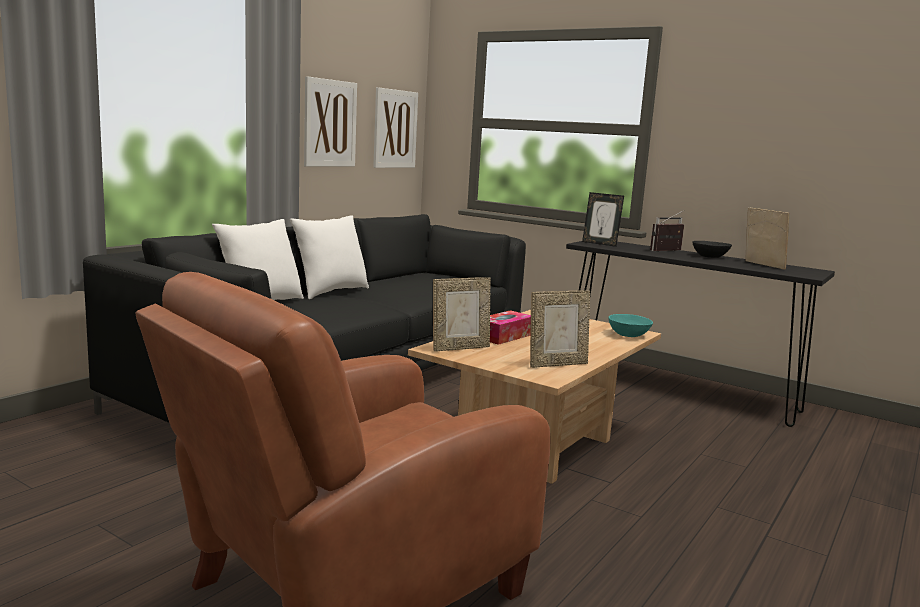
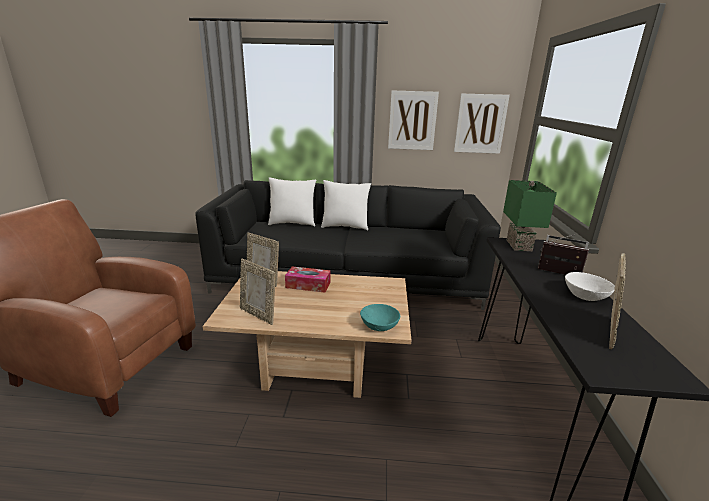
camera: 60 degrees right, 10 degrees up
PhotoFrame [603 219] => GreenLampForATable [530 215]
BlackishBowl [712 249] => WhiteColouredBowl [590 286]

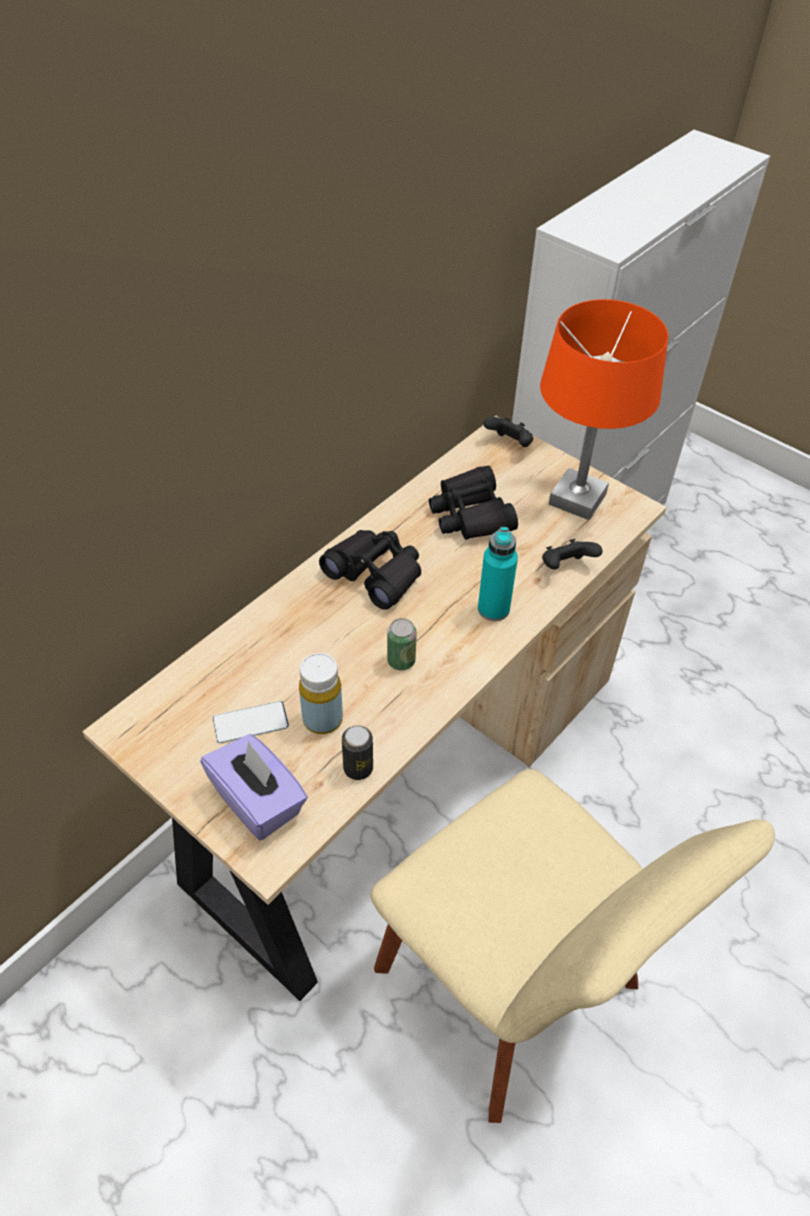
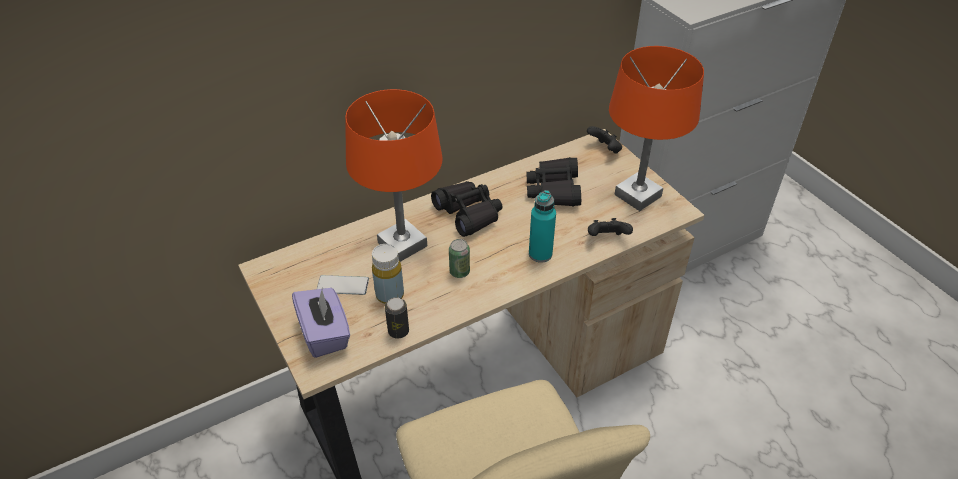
camera: 20 degrees right, 5 degrees down
nothing => OrangeColouredLampForATable [393 175]

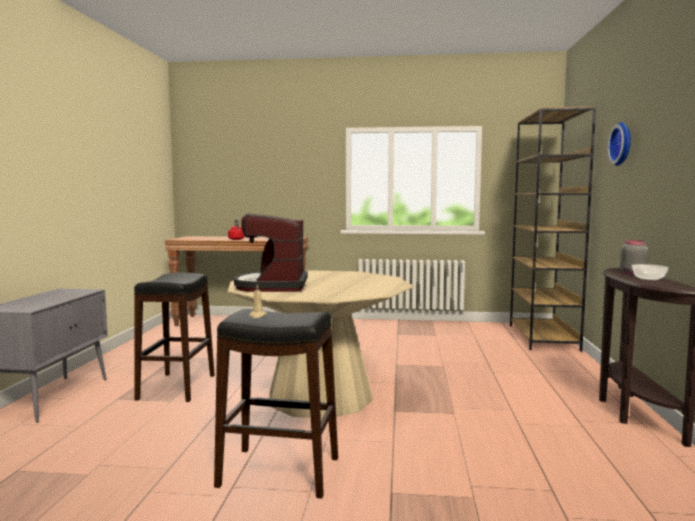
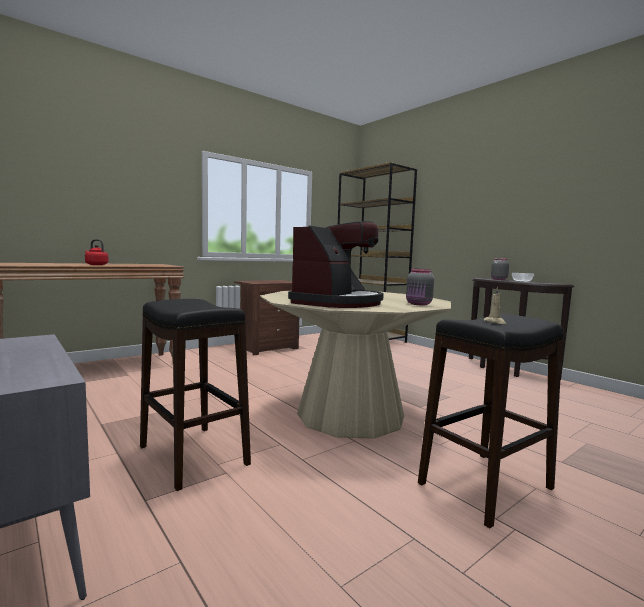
camera: 45 degrees left, 0 degrees up
WallClock [619 144] => nothing
CoffeeMaker [271 253] => CoffeeMaker [336 264], 105 degrees counterclockwise
nothing => GreyishJar [420 287]
nothing => BrownColouredNightTable [266 318]

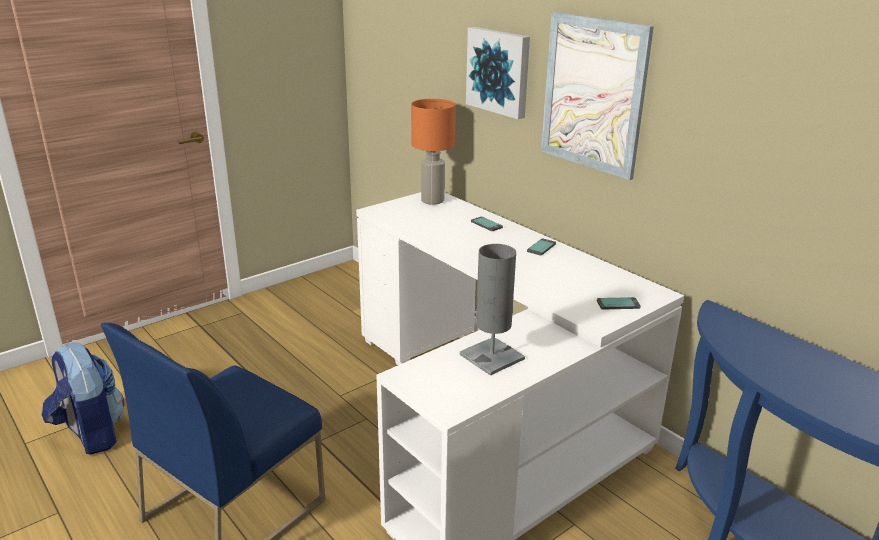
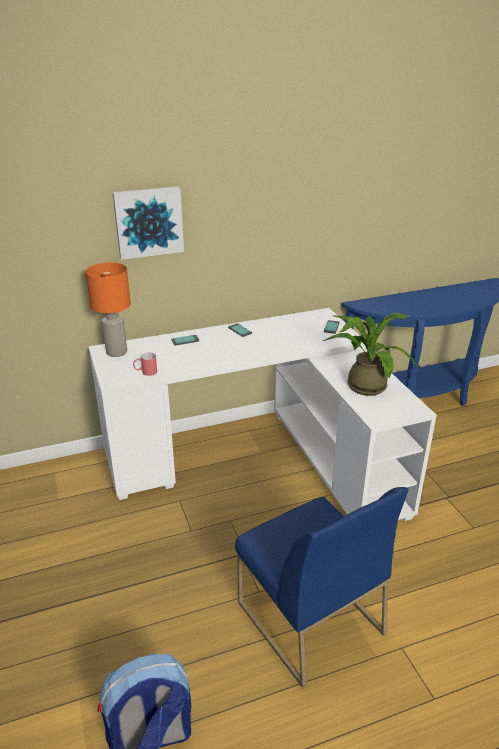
camera: 70 degrees left, 5 degrees up
Picture [597 96] => nothing
GreyishLampForATable [492 310] => PlantInAPot [370 354]
nothing => RedColouredMug [145 364]

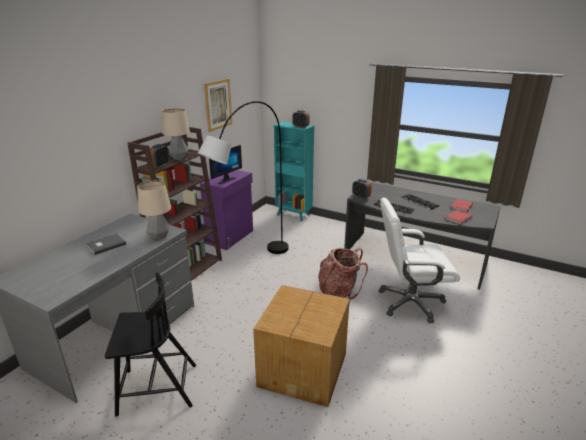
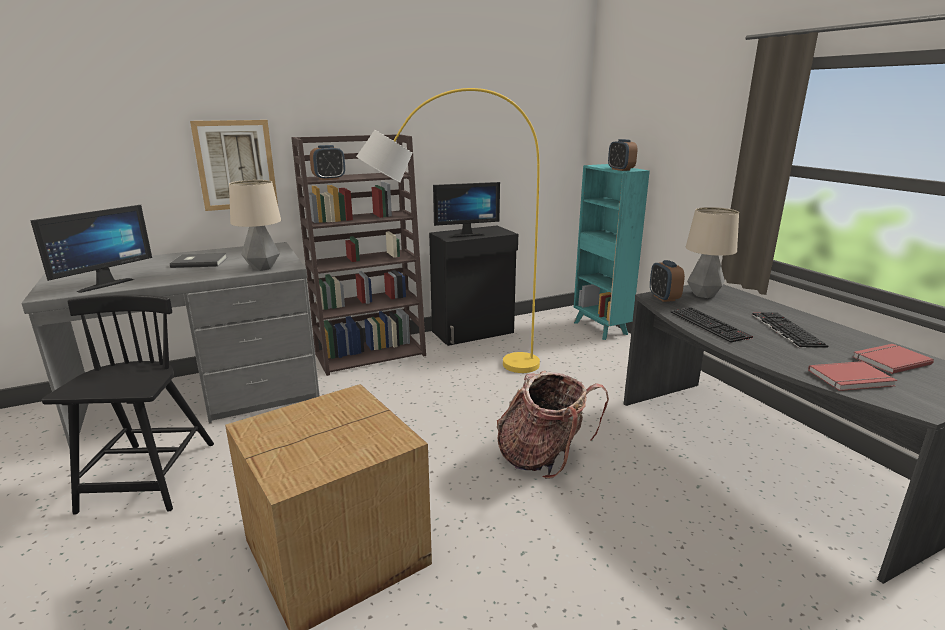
camera: 35 degrees right, 5 degrees down
Picture [218 105] => Picture [234 165], relocated
GreyishStandardLamp [243 177] => YellowColouredStandardLamp [448 230]
LampForATable [176 134] => LampForATable [712 252], relocated
PurpleColouredStorageCabinet [226 210] => BlackishStorageCabinet [473 286]
WhiteColouredDeskChair [419 260] => nothing
BlackishChair [150 344] => BlackishChair [128 405], 120 degrees counterclockwise
nothing => ComputerDisplay [91 249]

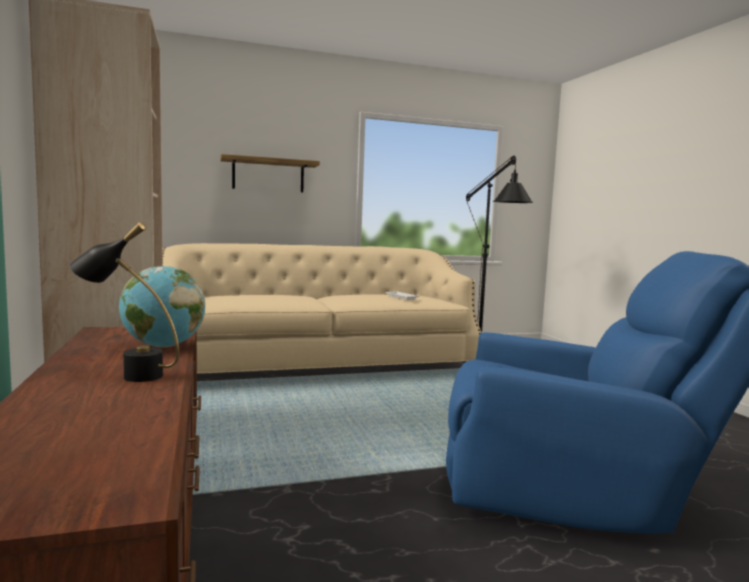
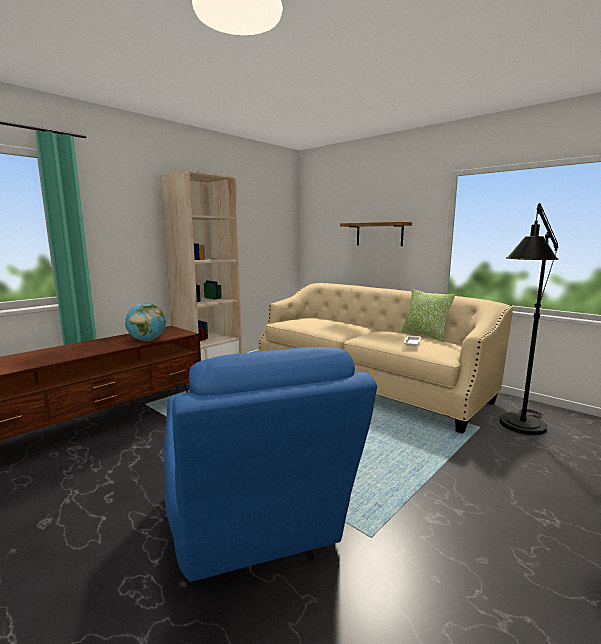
camera: 60 degrees right, 5 degrees up
BlackishLampForATable [124 302] => nothing
nothing => Cushion [428 315]

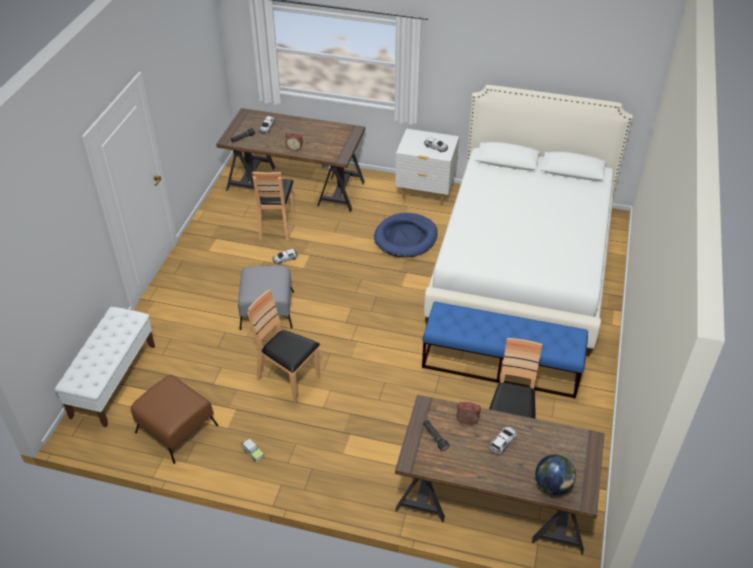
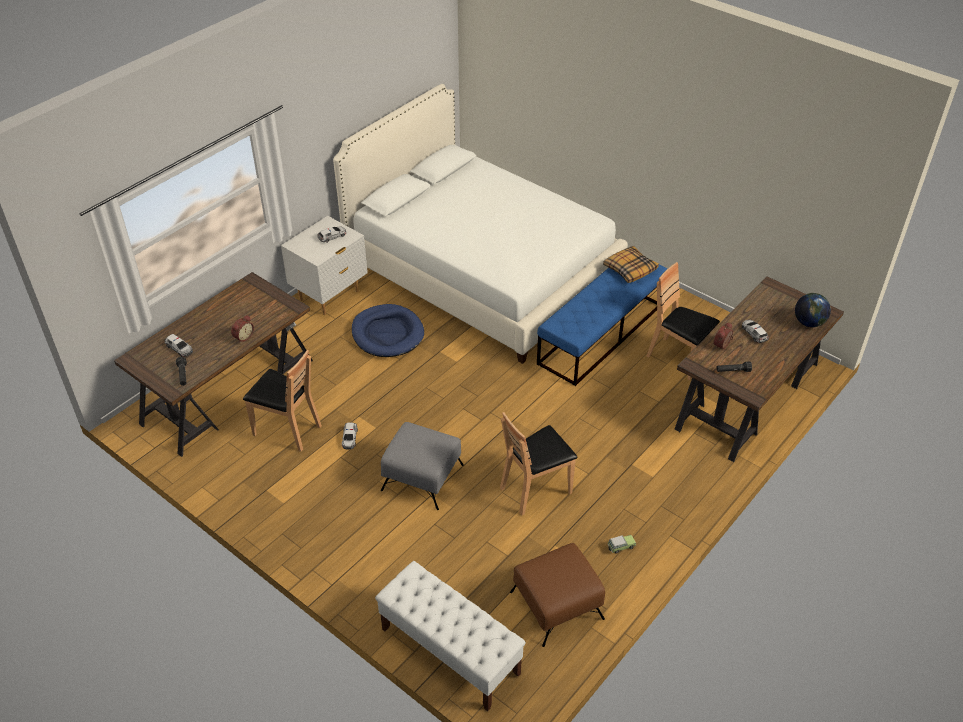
camera: 65 degrees left, 0 degrees up
nothing => Cushion [631 264]

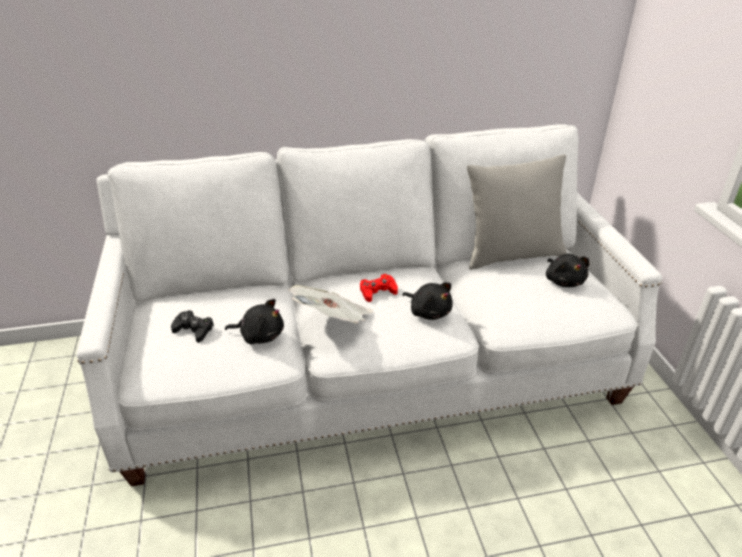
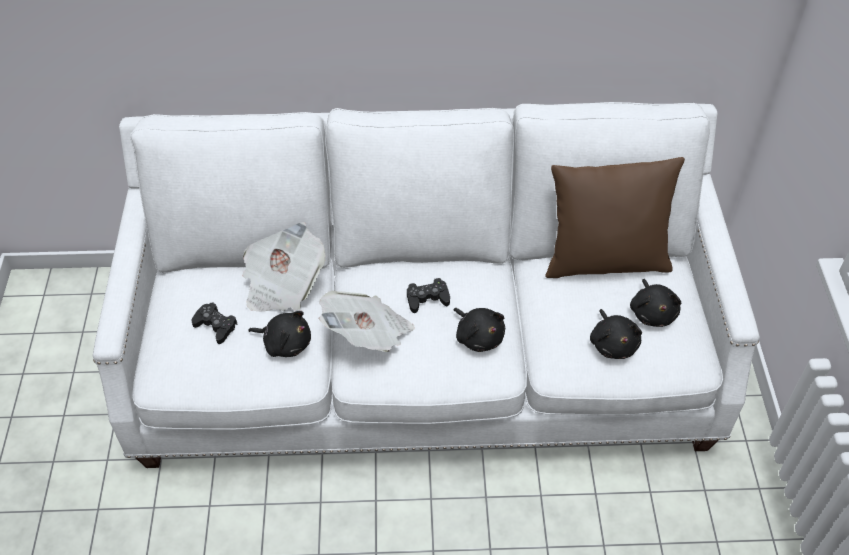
camera: 10 degrees right, 15 degrees up
GreyishCushion [517 212] => BrownColouredCushion [615 217]
RedColouredGamepad [379 288] => BlackishGamepad [428 295]
nothing => Newspaper [284 267]
nothing => BlackishSoftToy [616 334]

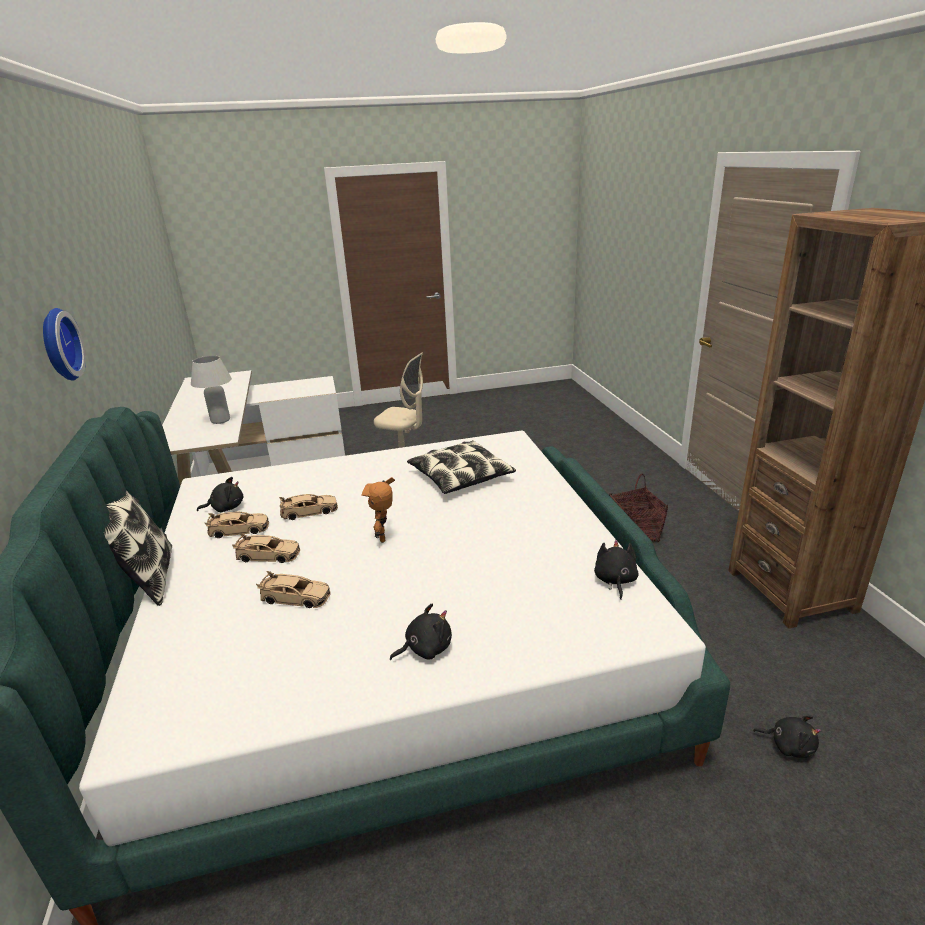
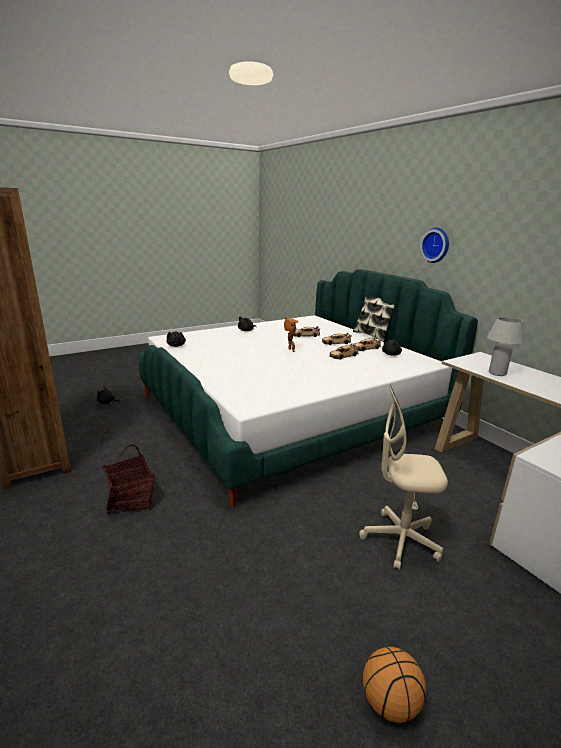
camera: 160 degrees right, 5 degrees down
Cushion [461 467] => nothing
nothing => BallForBasketball [394 685]

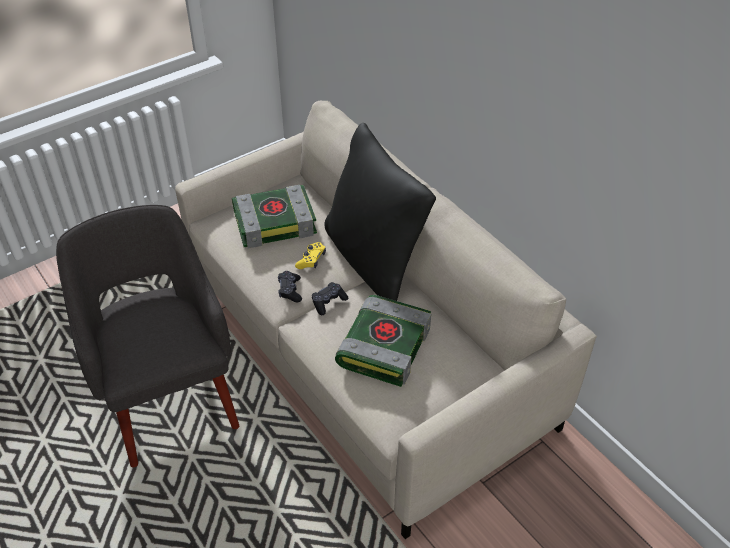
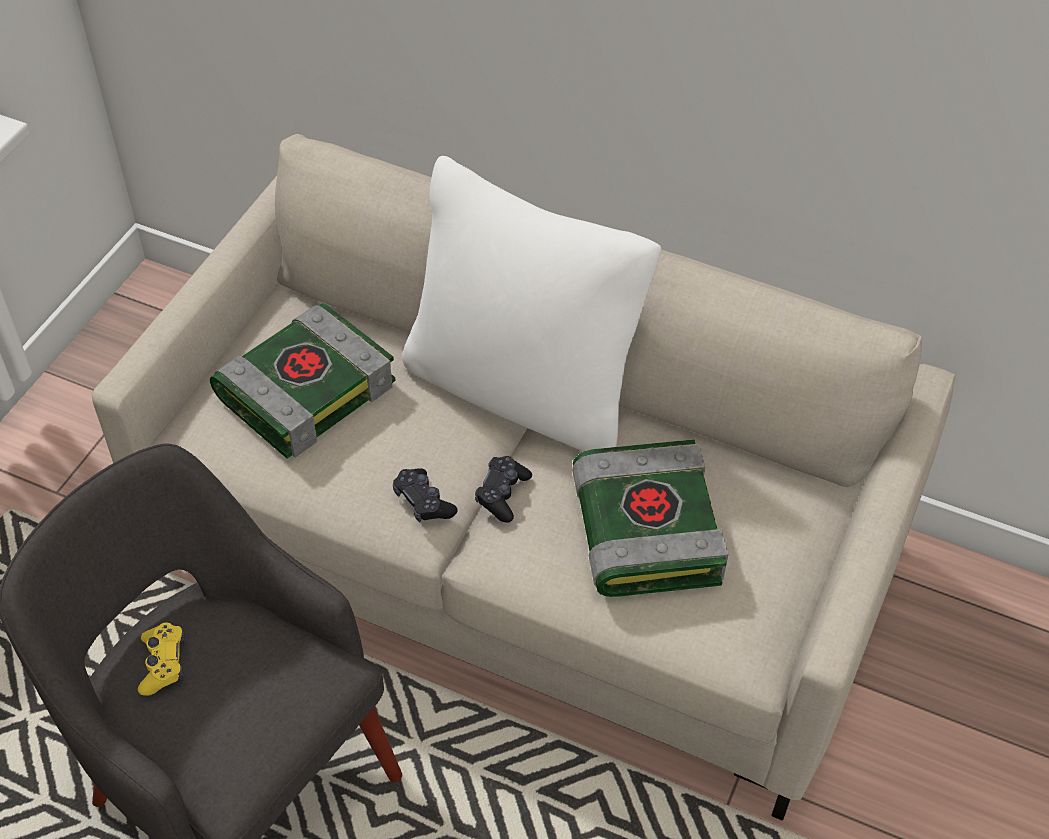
camera: 30 degrees left, 5 degrees up
BlackishCushion [380 212] => WhiteColouredCushion [531 303]
YellowColouredGamepad [310 255] => YellowColouredGamepad [161 659], relocated

